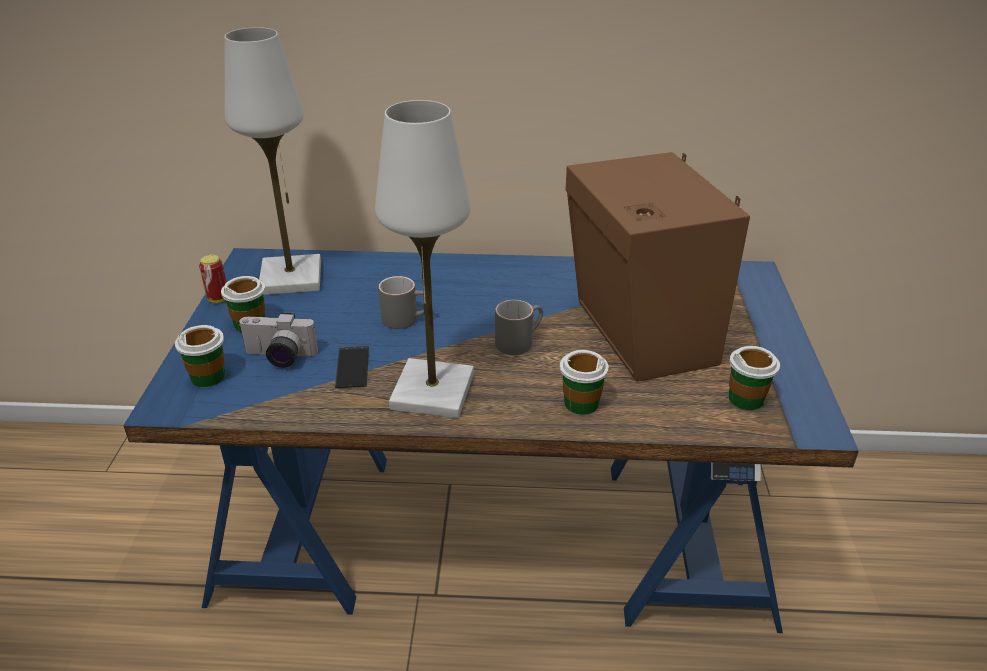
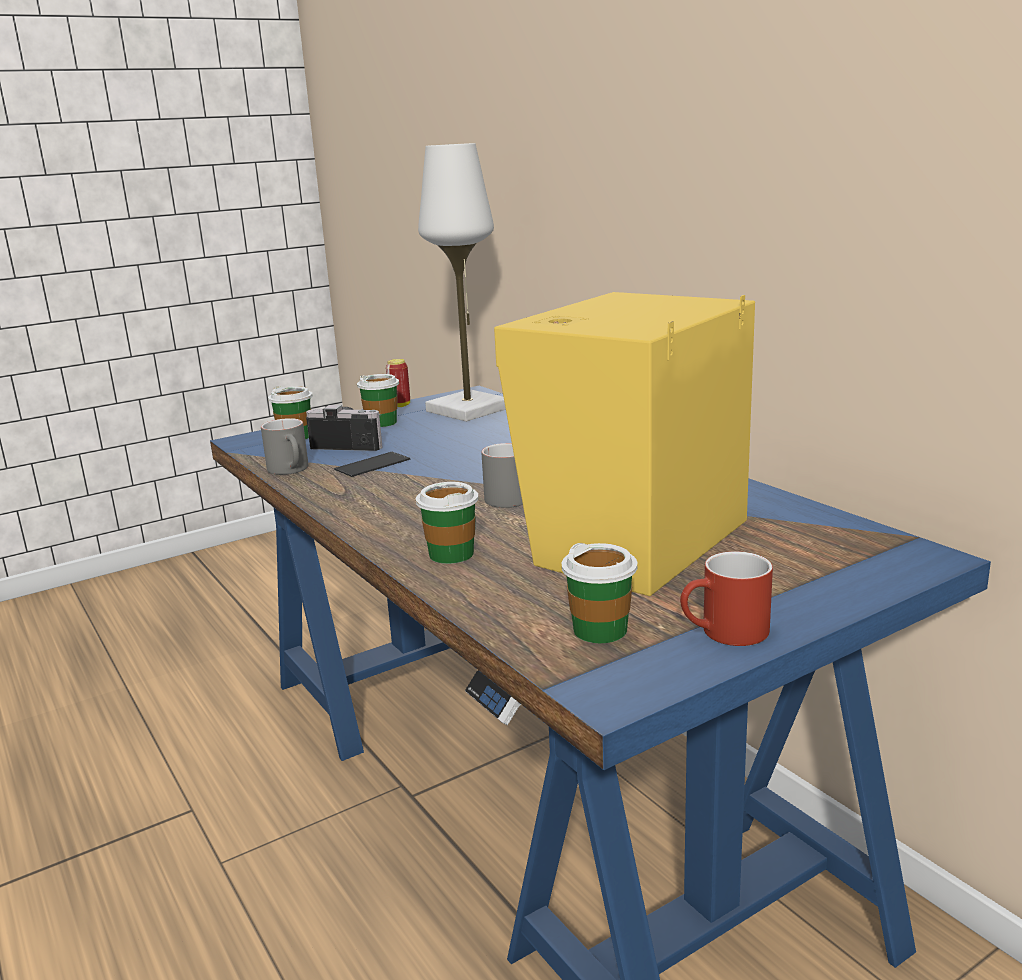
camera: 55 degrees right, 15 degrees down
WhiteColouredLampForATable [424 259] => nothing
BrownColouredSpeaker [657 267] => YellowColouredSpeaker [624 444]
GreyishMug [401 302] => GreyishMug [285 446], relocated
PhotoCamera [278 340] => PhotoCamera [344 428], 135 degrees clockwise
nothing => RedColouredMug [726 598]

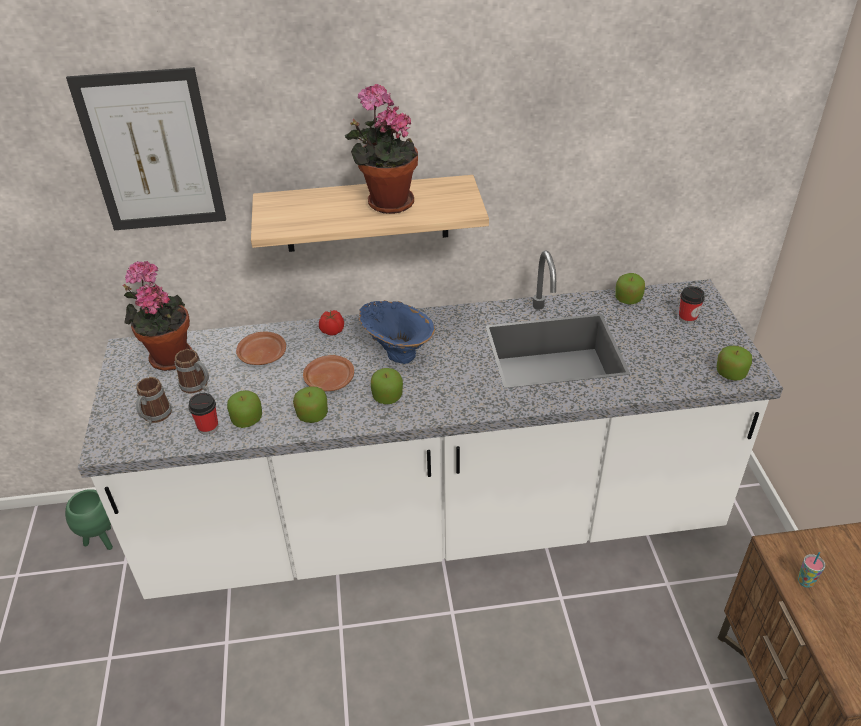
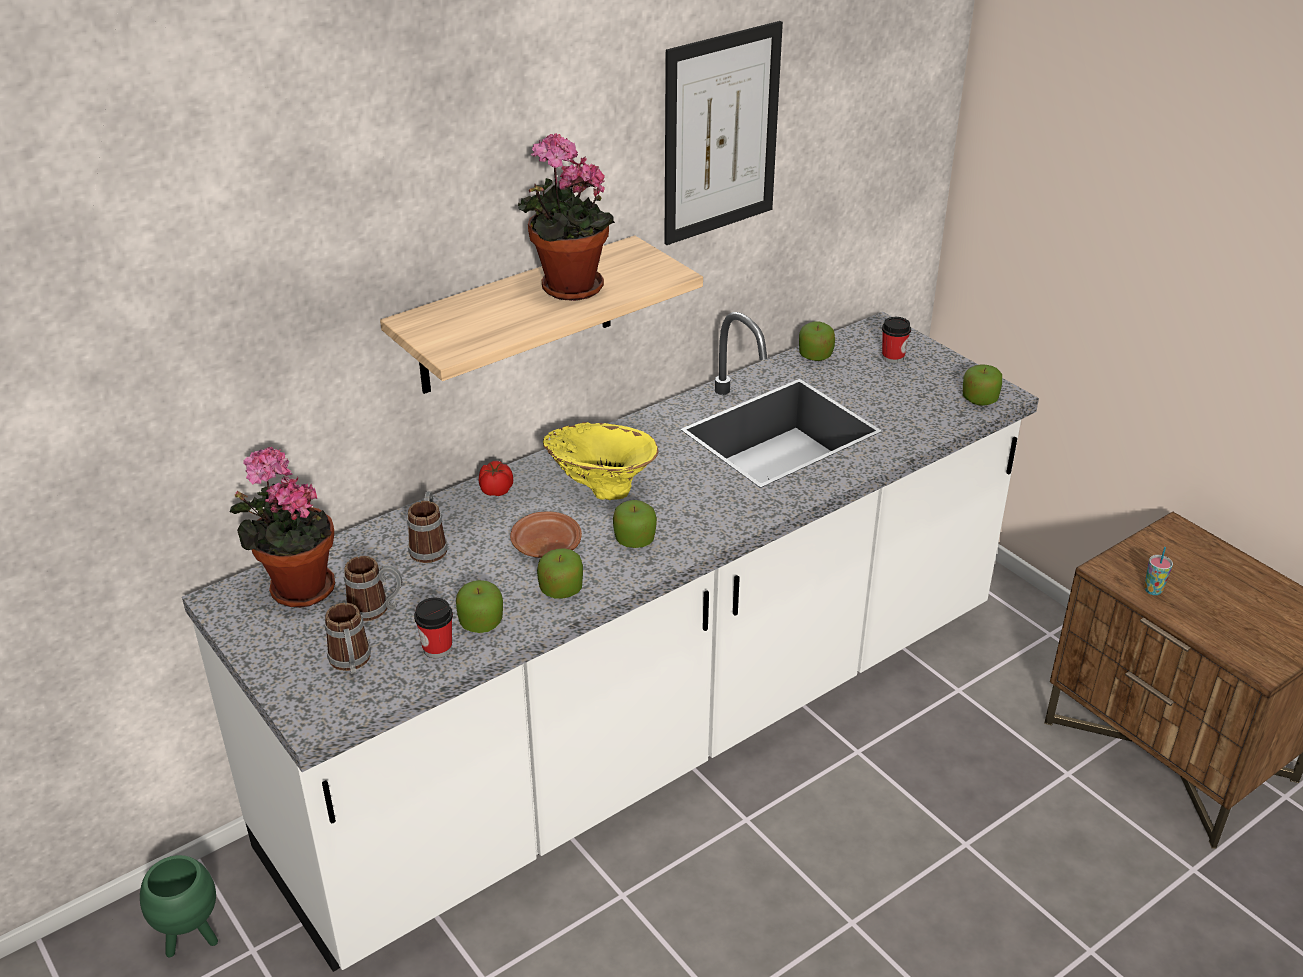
camera: 30 degrees left, 5 degrees down
Picture [146 148] => Picture [723 133], relocated
BluishDecorativeVase [396 332] => YellowColouredDecorativeVase [601 461]
BrownColouredFlatDish [261 348] => Mug [427 527]

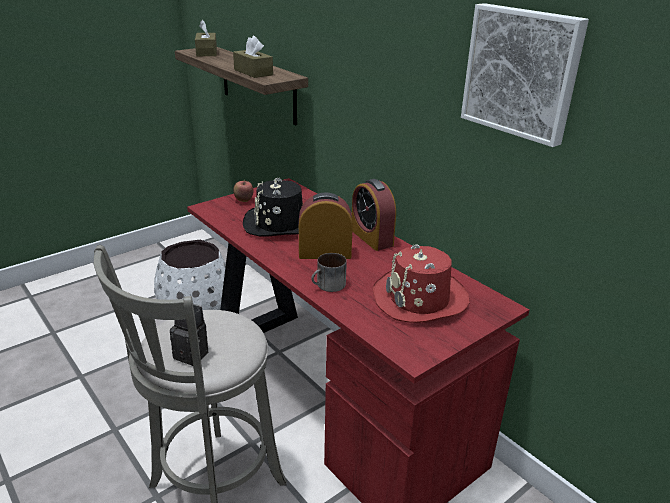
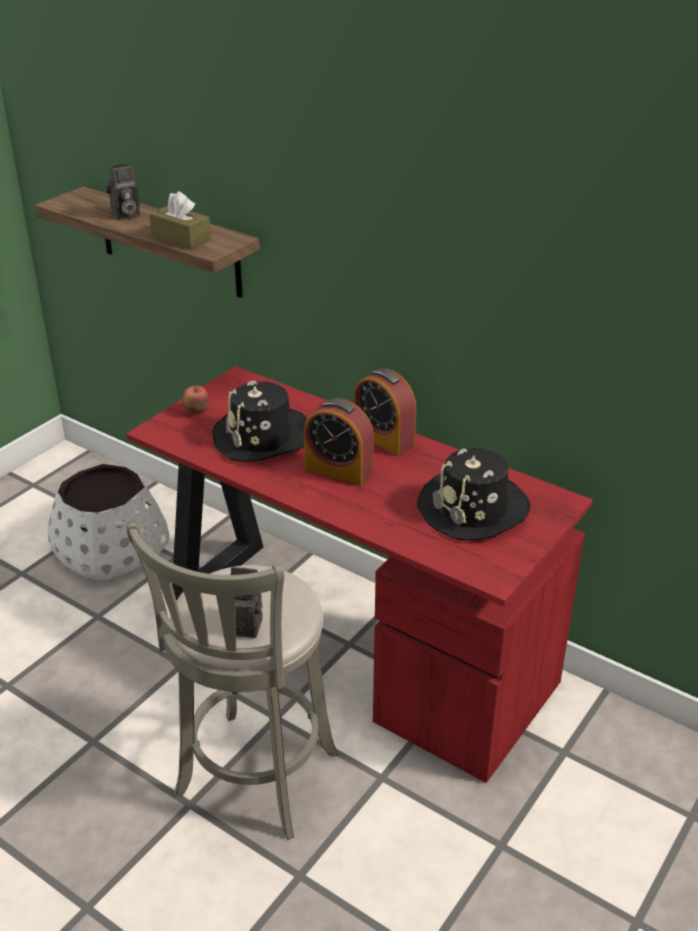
camera: 15 degrees left, 5 degrees up
Picture [525 75] => nothing
BrownColouredTissueBox [206 38] => nothing
BedsideClock [326 225] => BedsideClock [339 442], 135 degrees counterclockwise
RedColouredClothingHat [421 283] => BlackishClothingHat [473 494]
Mug [329 272] => nothing
nothing => PhotoCamera [122 192]

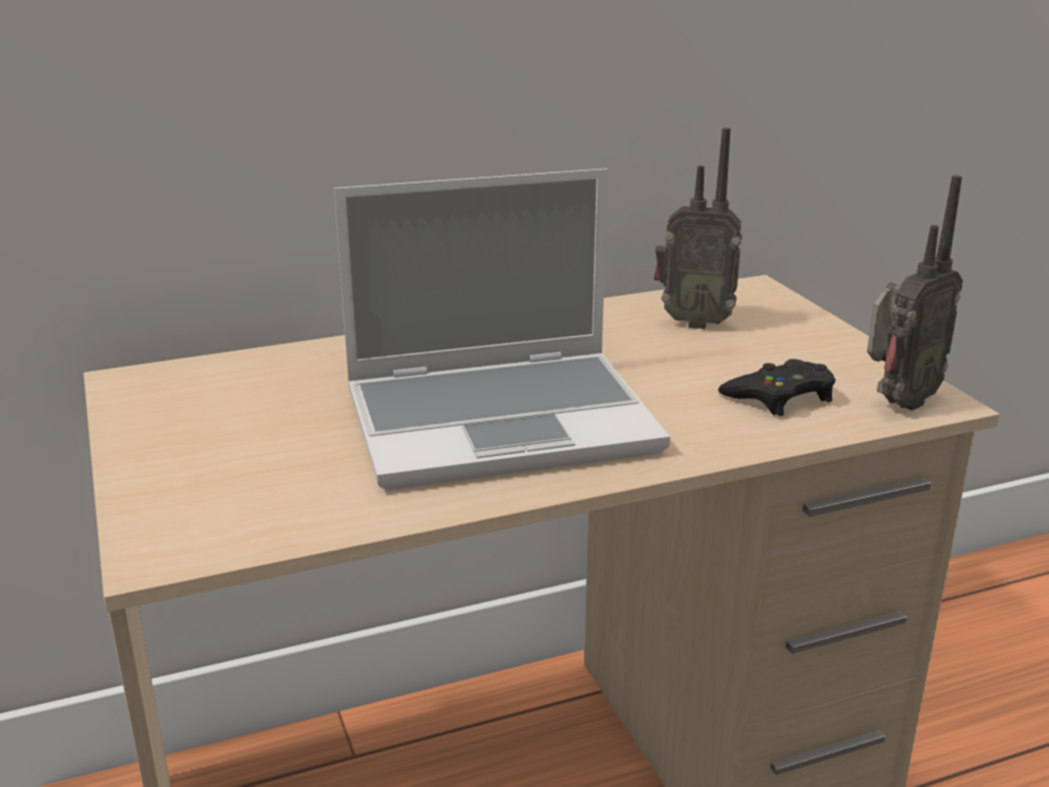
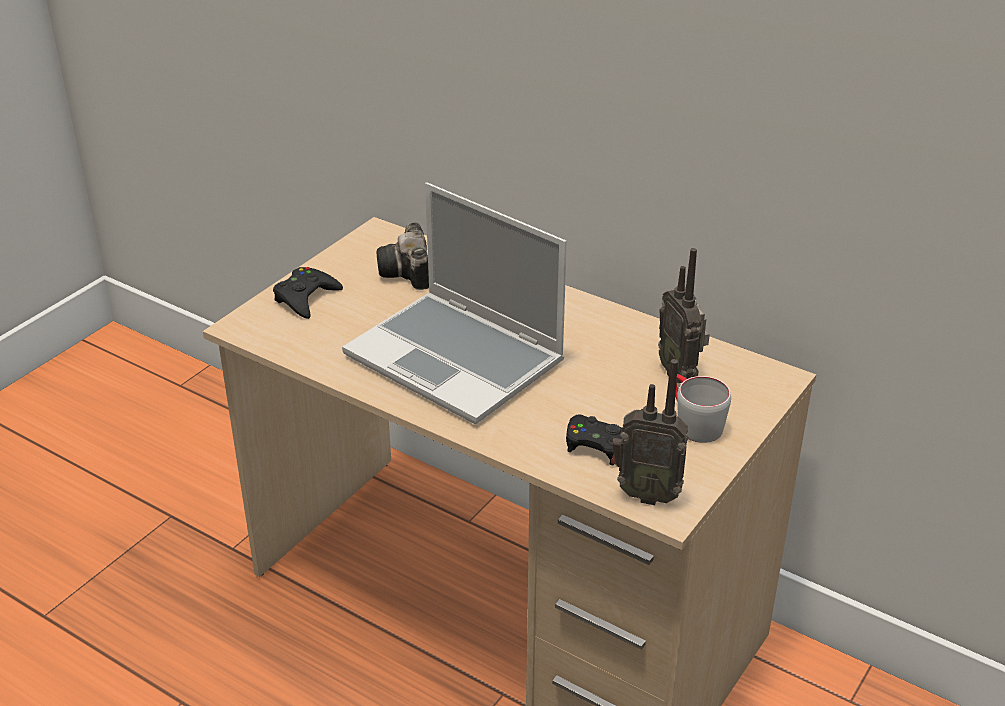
camera: 55 degrees right, 10 degrees up
nothing => PhotoCamera [403 256]
nothing => BlackishGamepad [308 293]
nothing => GreyishMug [703 408]

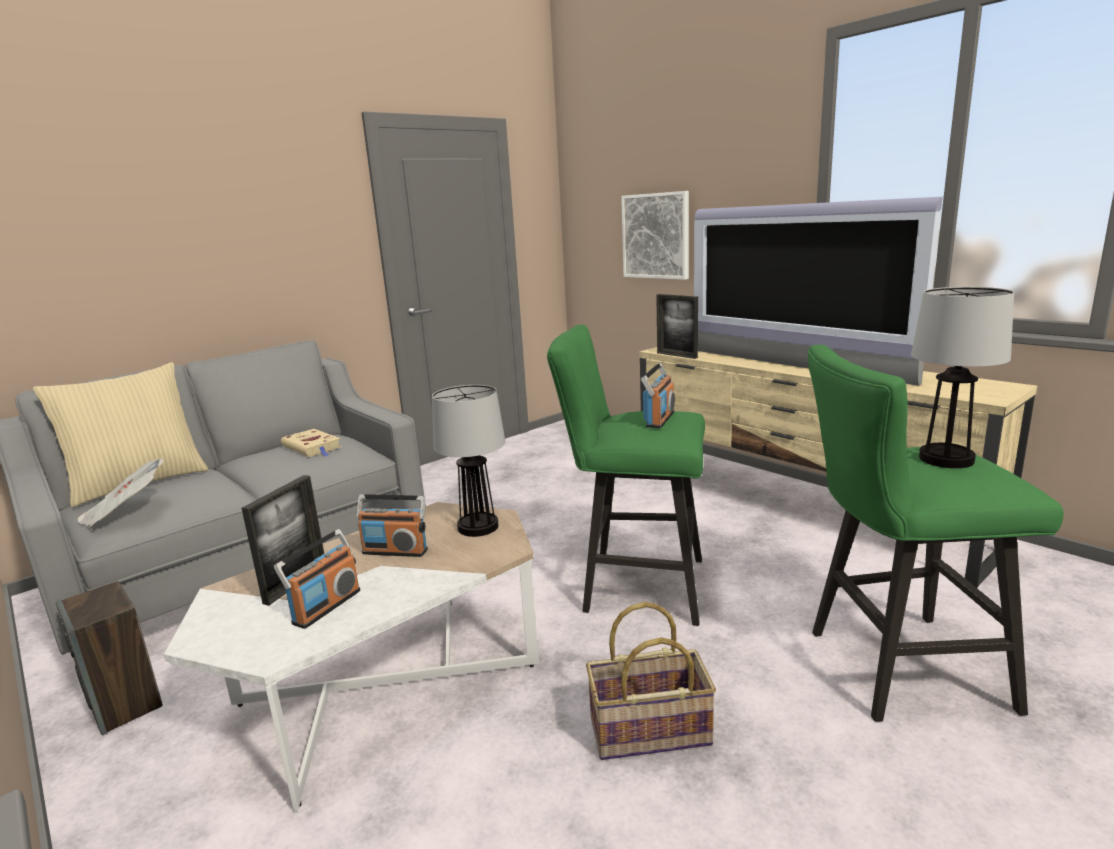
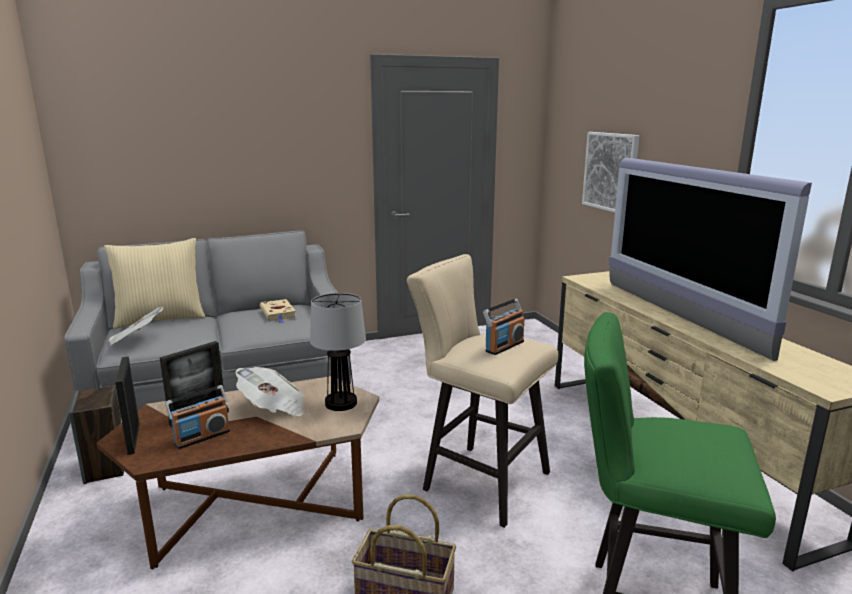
camera: 20 degrees right, 0 degrees up
LampForATable [962 377] => nothing
PhotoFrame [677 326] => PhotoFrame [127 406], relocated
GreenStool [626 475] => BeigeColouredStool [482 391]
RadioReceiver [392 525] => Newspaper [270 391]
WhiteColouredLowTable [351 656] => BrownColouredLowTable [238 473]

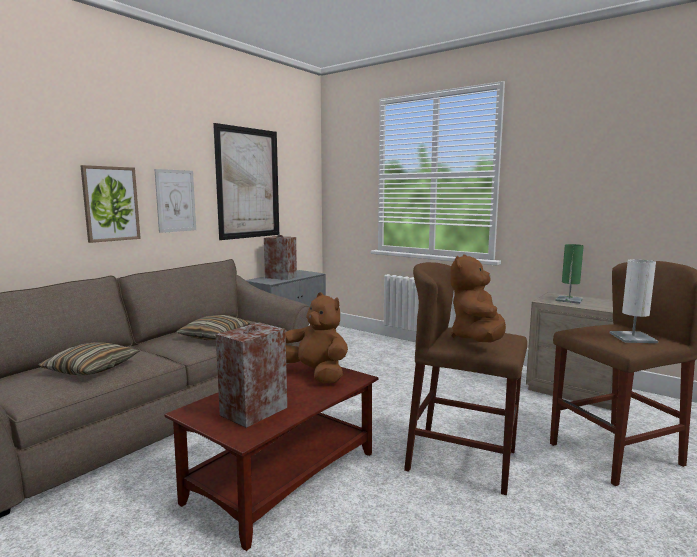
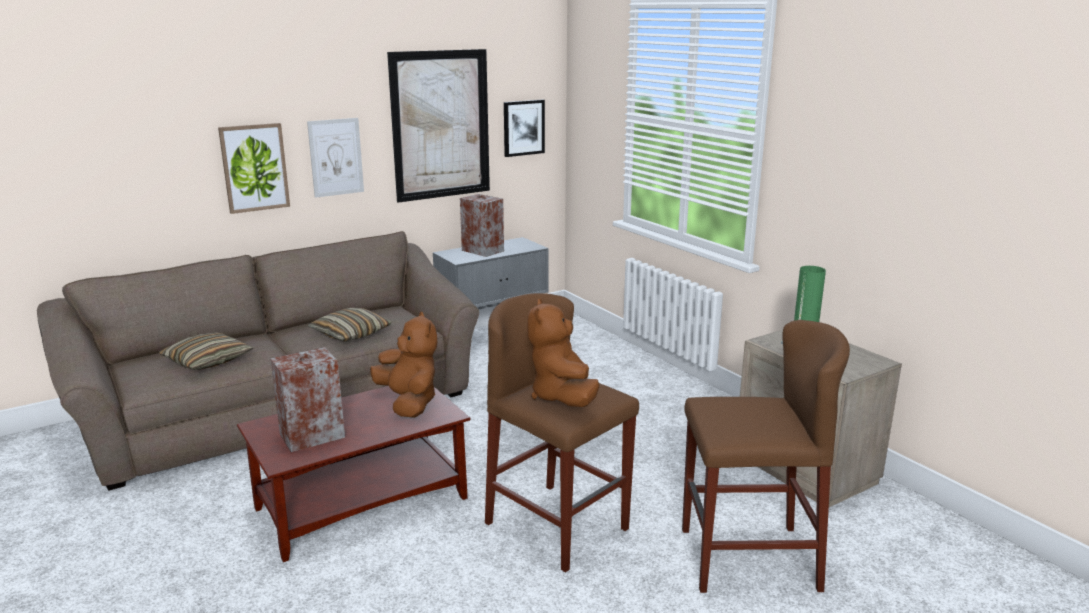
camera: 20 degrees right, 10 degrees up
BrownColouredSoftToy [478 298] => BrownColouredSoftToy [563 352], 45 degrees counterclockwise
WhiteColouredLampForATable [634 301] => nothing
nothing => Picture [524 128]

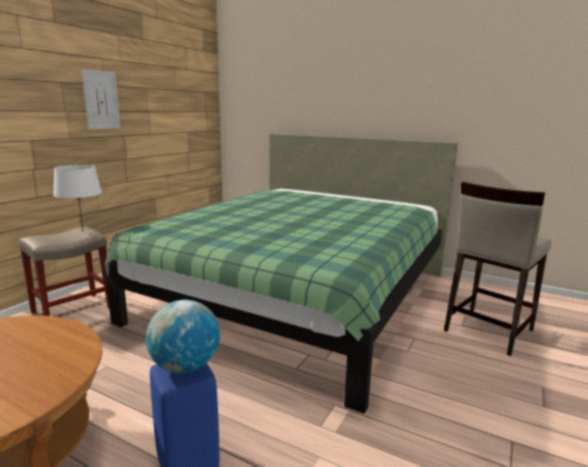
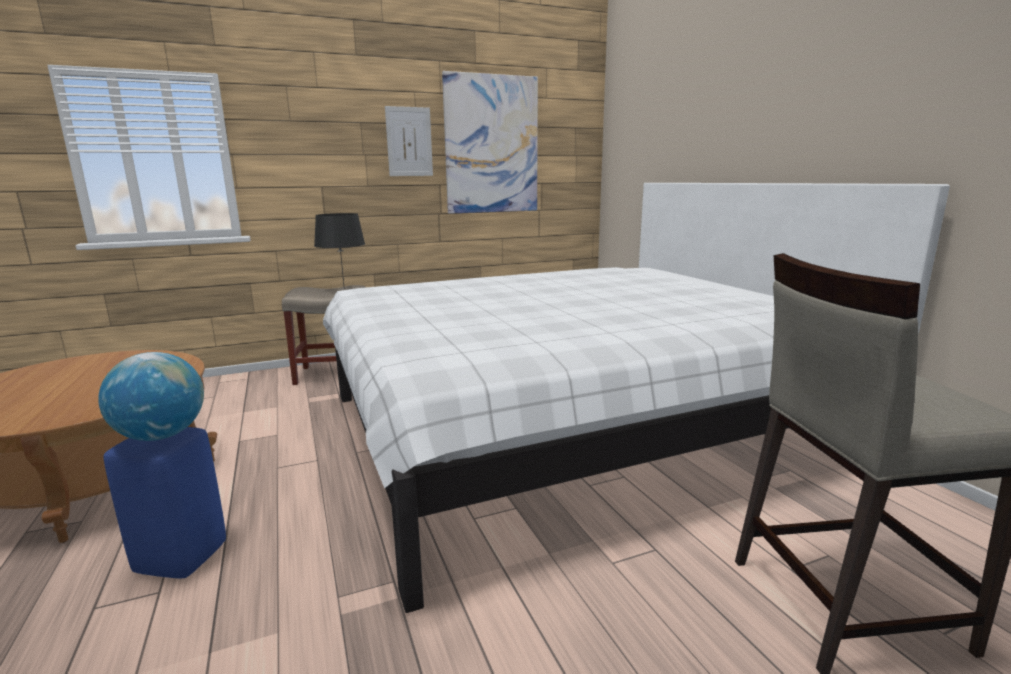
camera: 40 degrees right, 0 degrees up
GreenBed [281 273] => WhiteColouredBed [636 398]
WhiteColouredLampForATable [77 197] => BlackishLampForATable [339 251]
nothing => Picture [490 142]

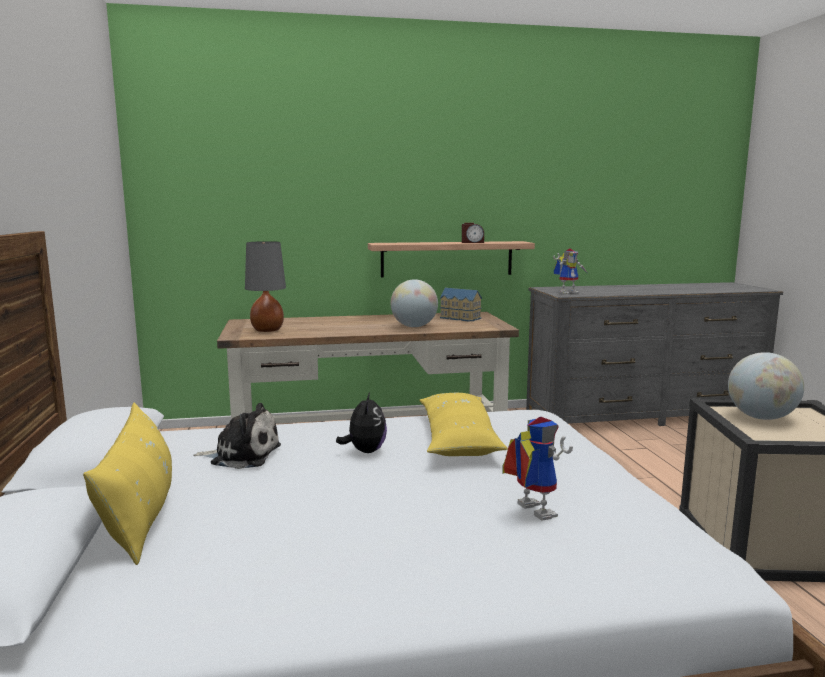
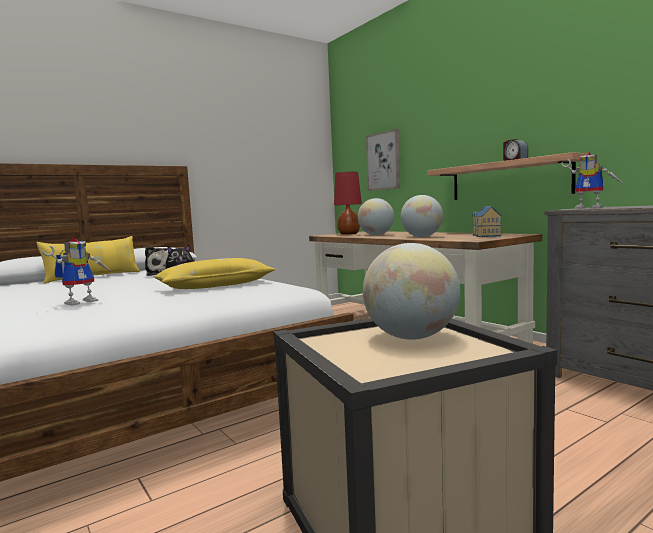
camera: 65 degrees right, 5 degrees down
GreyishLampForATable [265 286] => RedColouredLampForATable [348 203]
nothing => Picture [383 160]
nothing => DeskGlobe [376 216]

